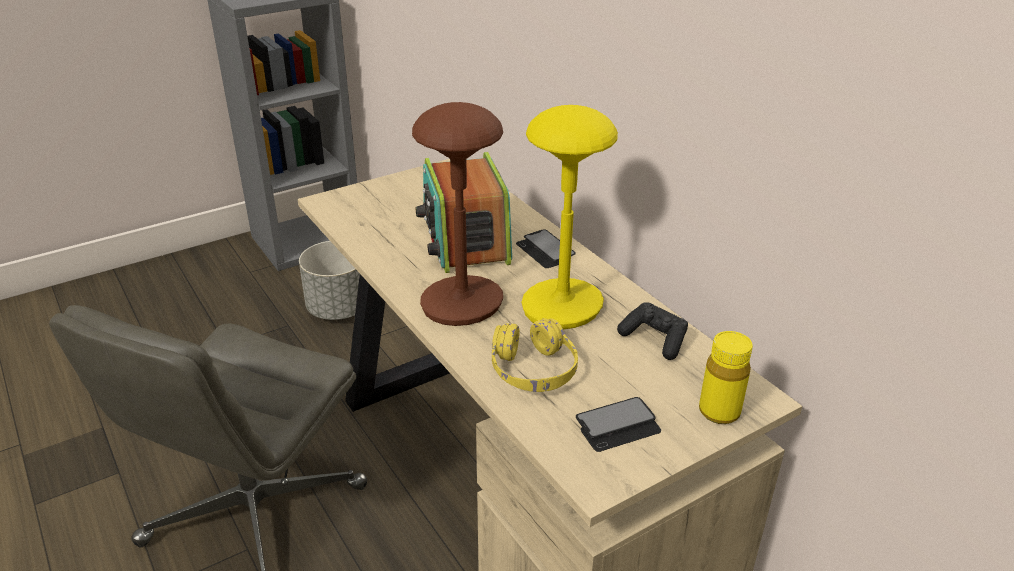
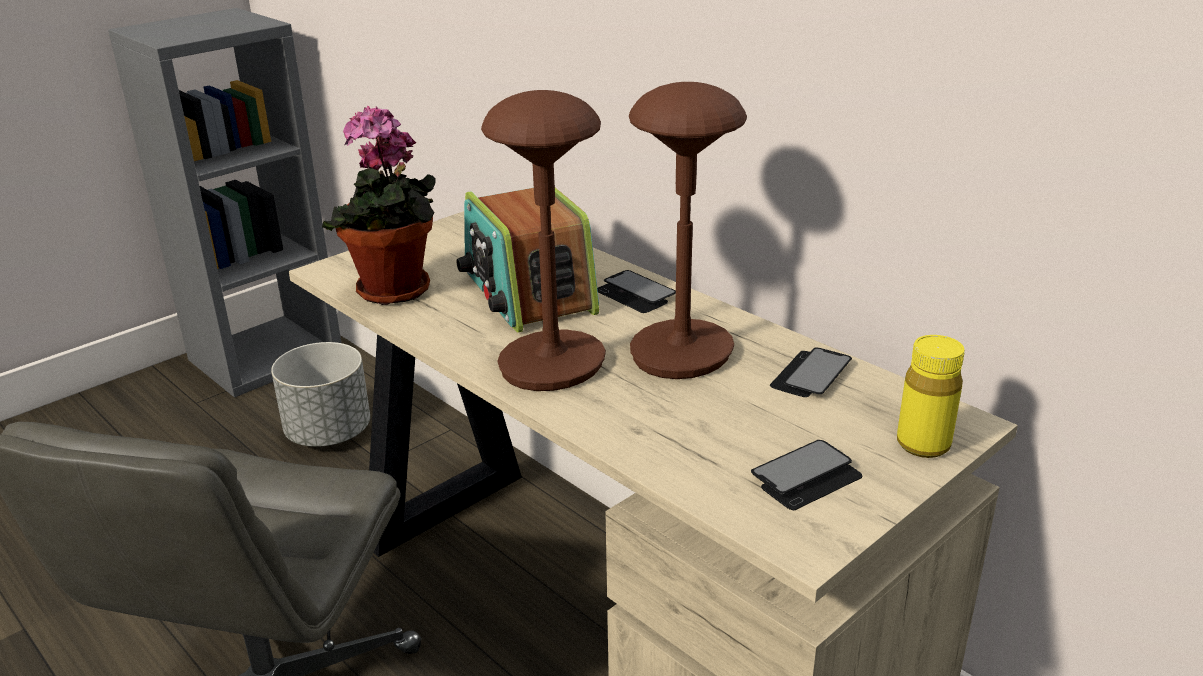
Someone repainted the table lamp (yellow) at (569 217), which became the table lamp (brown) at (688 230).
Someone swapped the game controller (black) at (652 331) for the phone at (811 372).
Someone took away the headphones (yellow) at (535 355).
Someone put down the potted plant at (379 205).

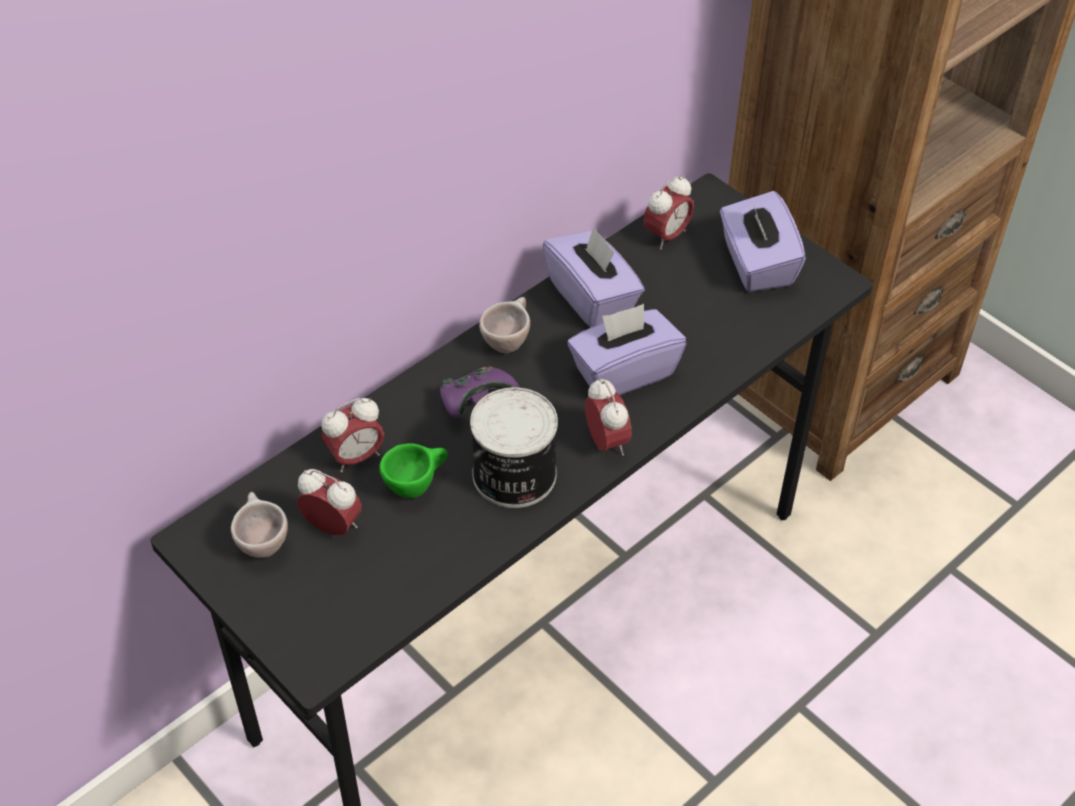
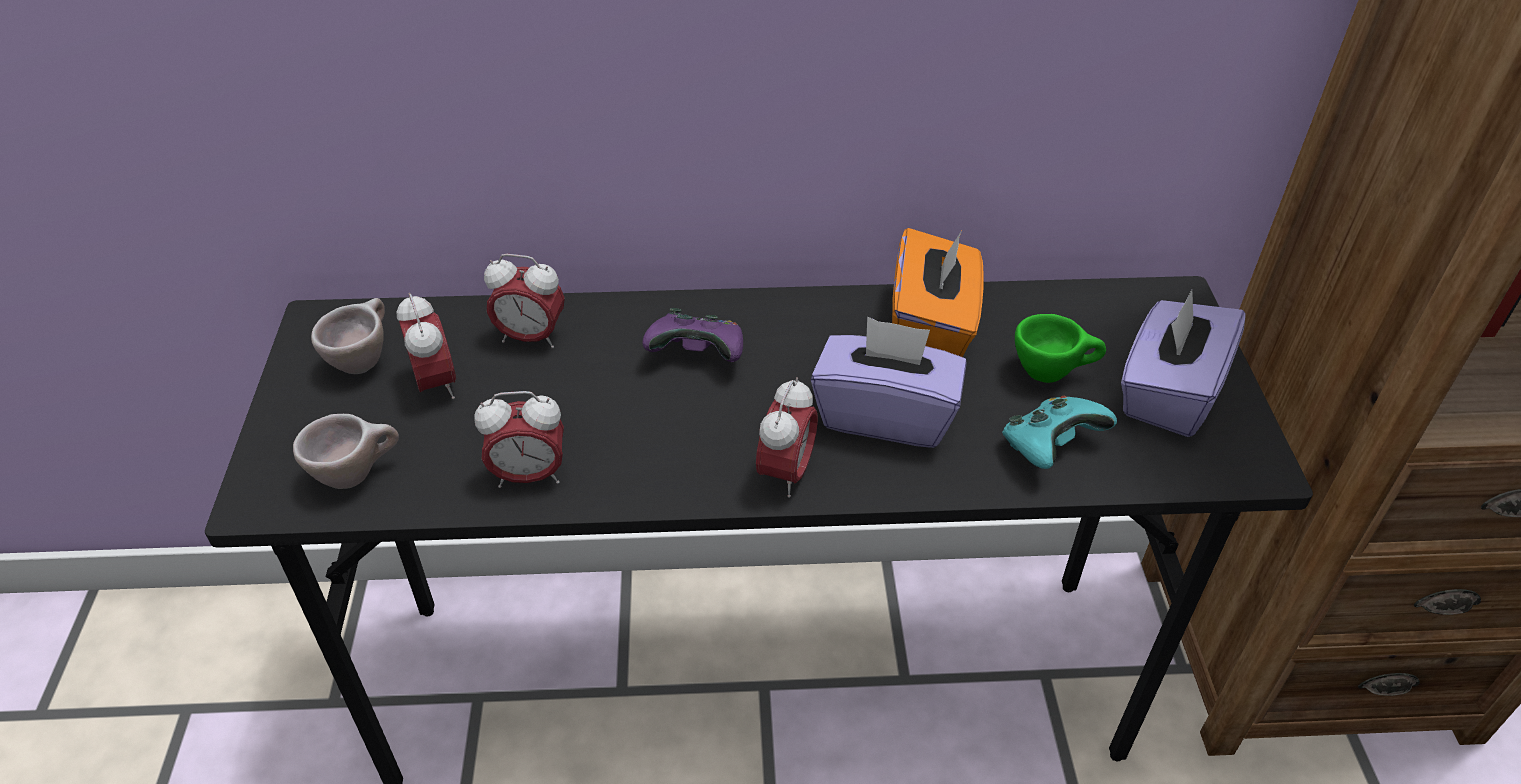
Someone carried the alarm clock from (668 212) to (519 439).
Someone repainted the tissue box (purple) at (593 277), which became the tissue box (orange) at (938 292).
Someone carried the cup (beige) from (504 325) to (346 451).
Someone took away the can at (514 447).
Someone carried the cup (green) from (413 470) to (1060 348).
Someone put down the game controller (turquoise) at (1059 432).

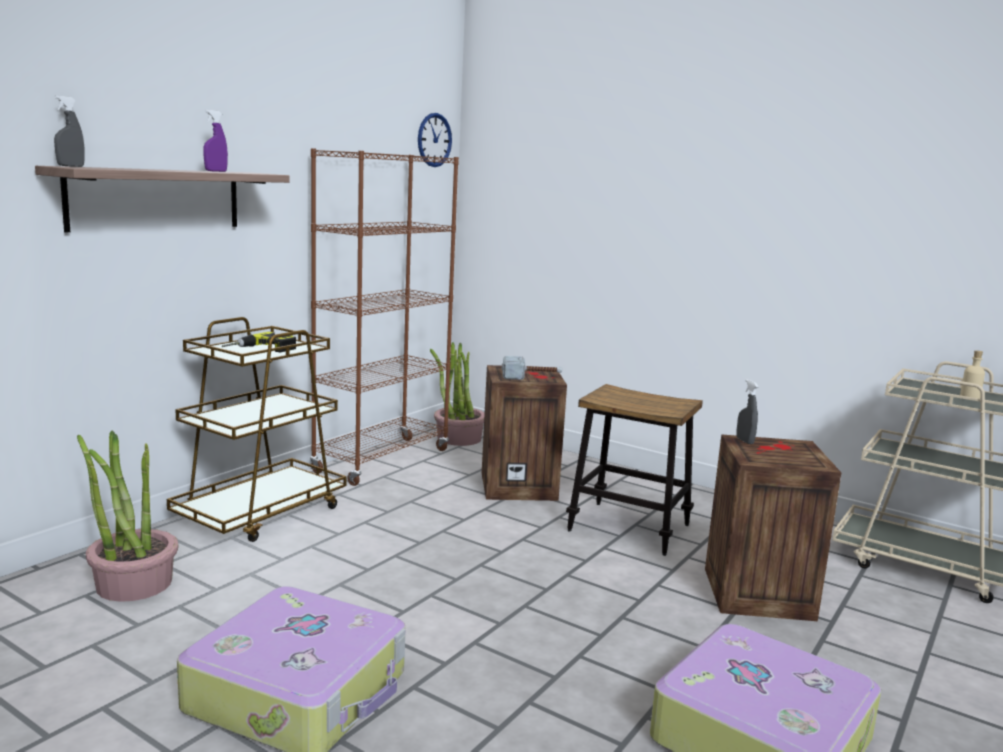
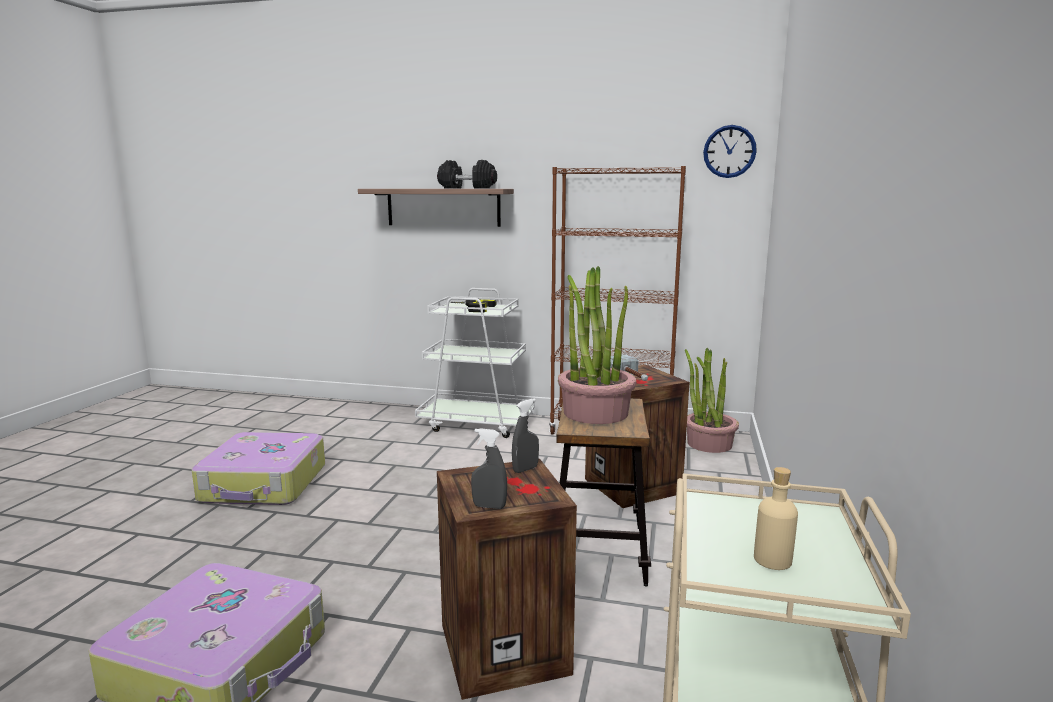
Someone carried the spray bottle (grey) from (69 131) to (489 468).
Someone swapped the spray bottle (purple) at (215 141) for the dumbbell (black) at (467 174).
Someone repainted the cart (brown) at (257 429), which became the cart (white) at (475 363).
Someone carried the potted plant from (128 516) to (597 345).

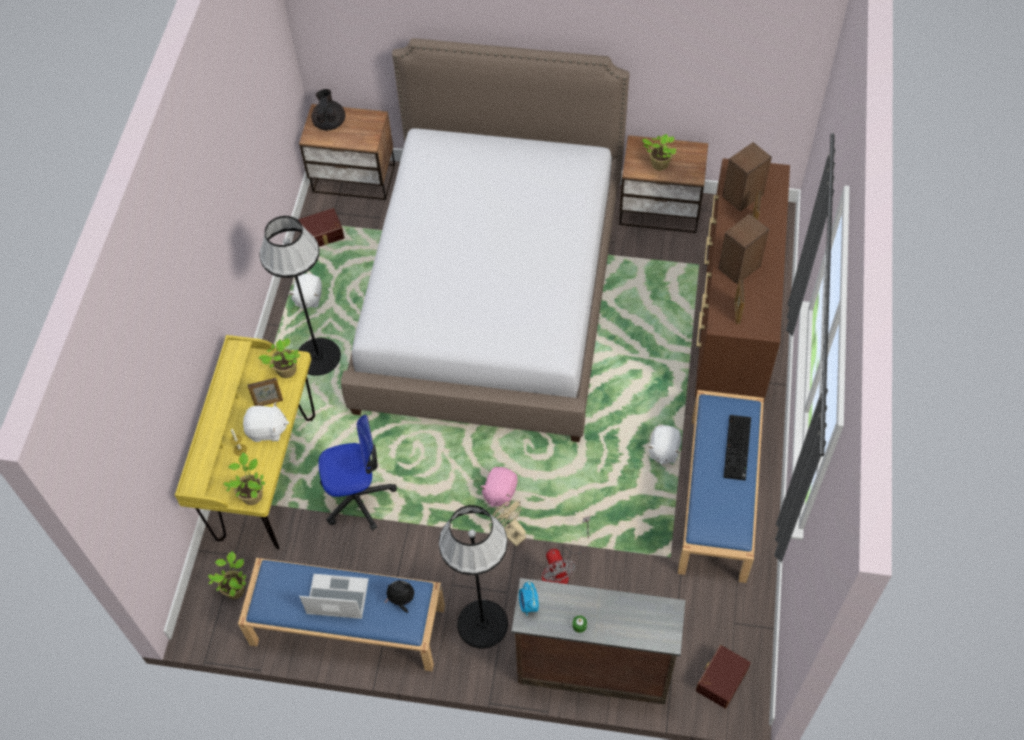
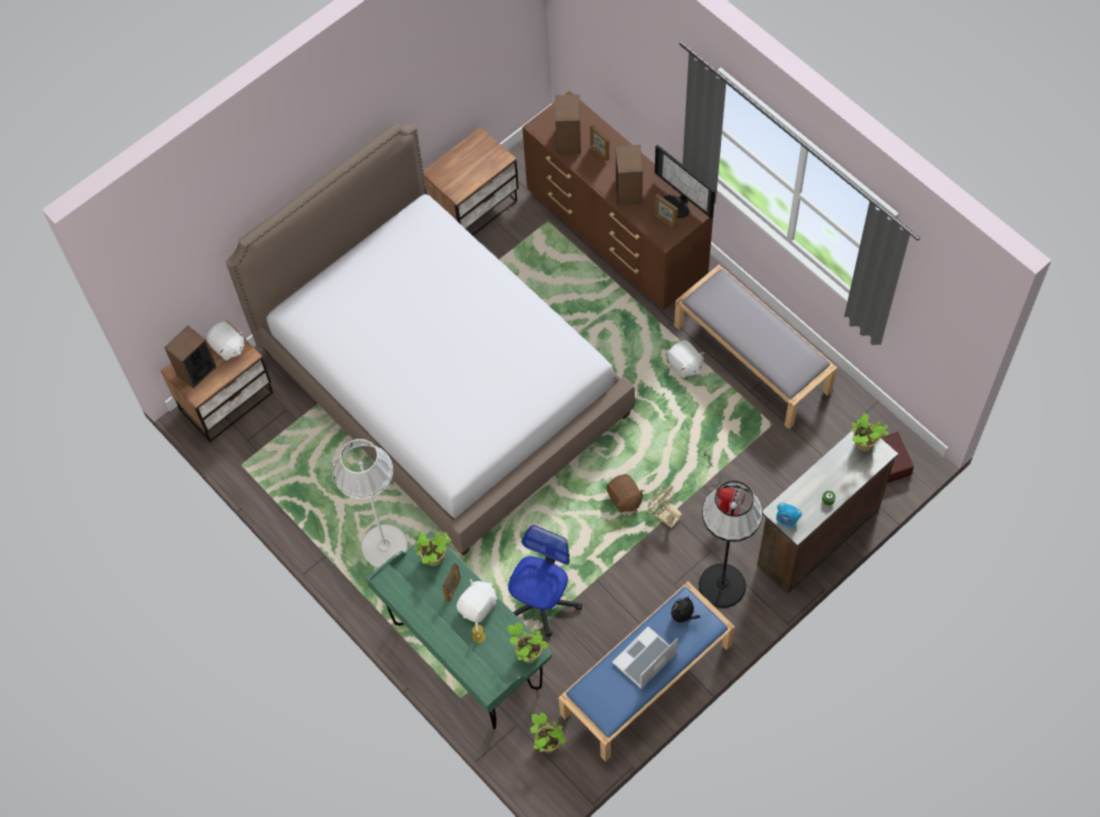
Someone swapped the teapot (black) at (328 109) for the speaker at (190 357).
Someone carried the potted plant from (659 152) to (869 432).
Someone took away the storage box (brown) at (321 227).
Someone repainted the floor lamp (black) at (300 296), which became the floor lamp (white) at (370 503).
Someone carried the plush toy (white) from (305 291) to (225 341).
Someone repainted the desk (yellow) at (245 442), which became the desk (green) at (459 630).
Someone repainted the bench (blue) at (721 486), which became the bench (grey) at (755 347).
Someone took away the keyboard at (737 447).
Someone repainted the plush toy (pink) at (499 487), which became the plush toy (brown) at (625 493).
Someone rotated the fan (beige) at (508 523) by 45 degrees clockwise.
Someone put down the monitor at (685 181).

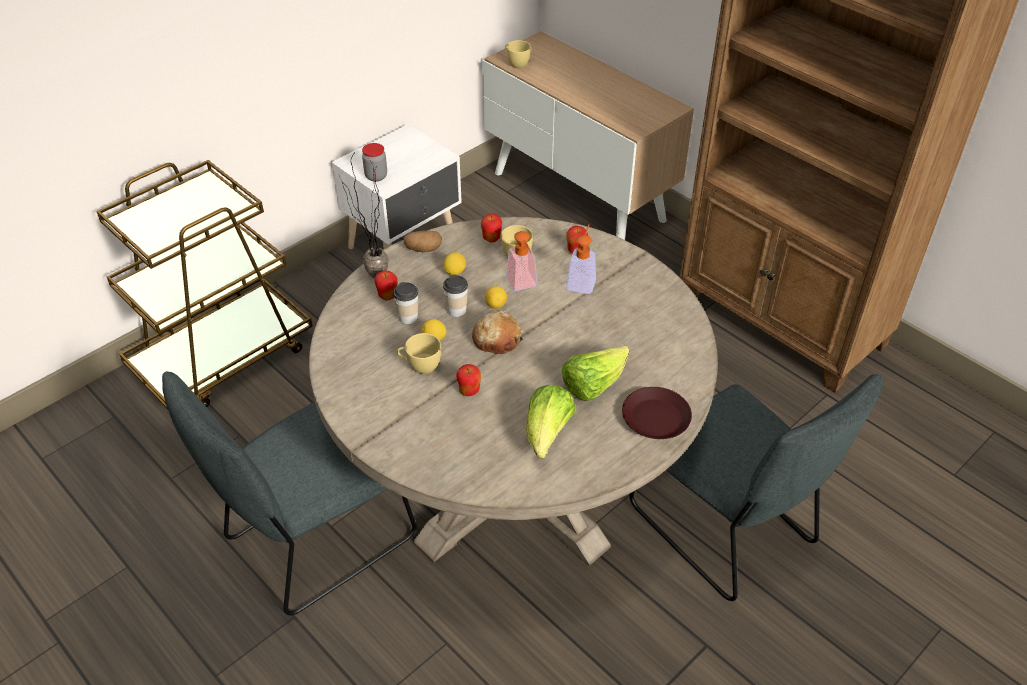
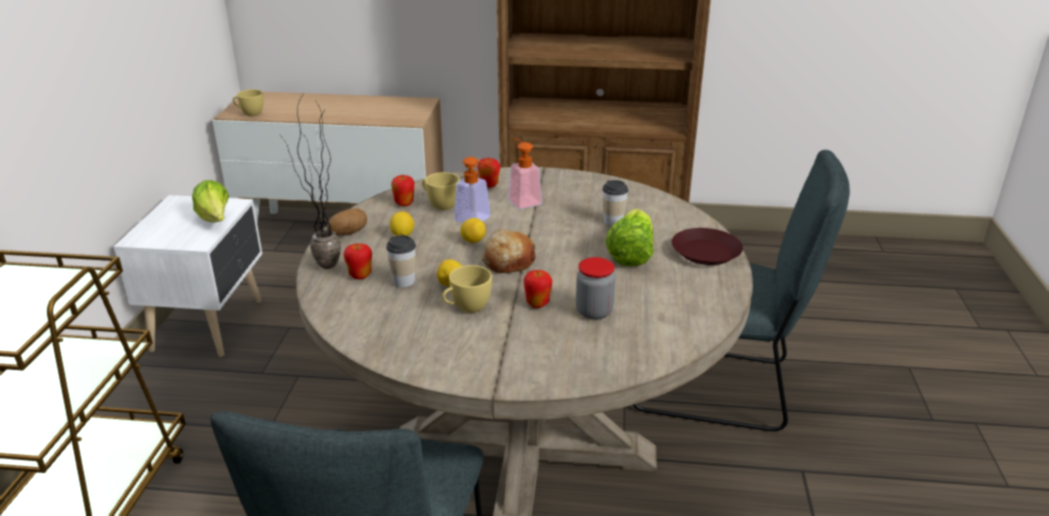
Someone carried the jar from (374 162) to (595 288).
Someone carried the cup from (455 296) to (615 203).
Someone carried the lettuce from (550 421) to (210 201).

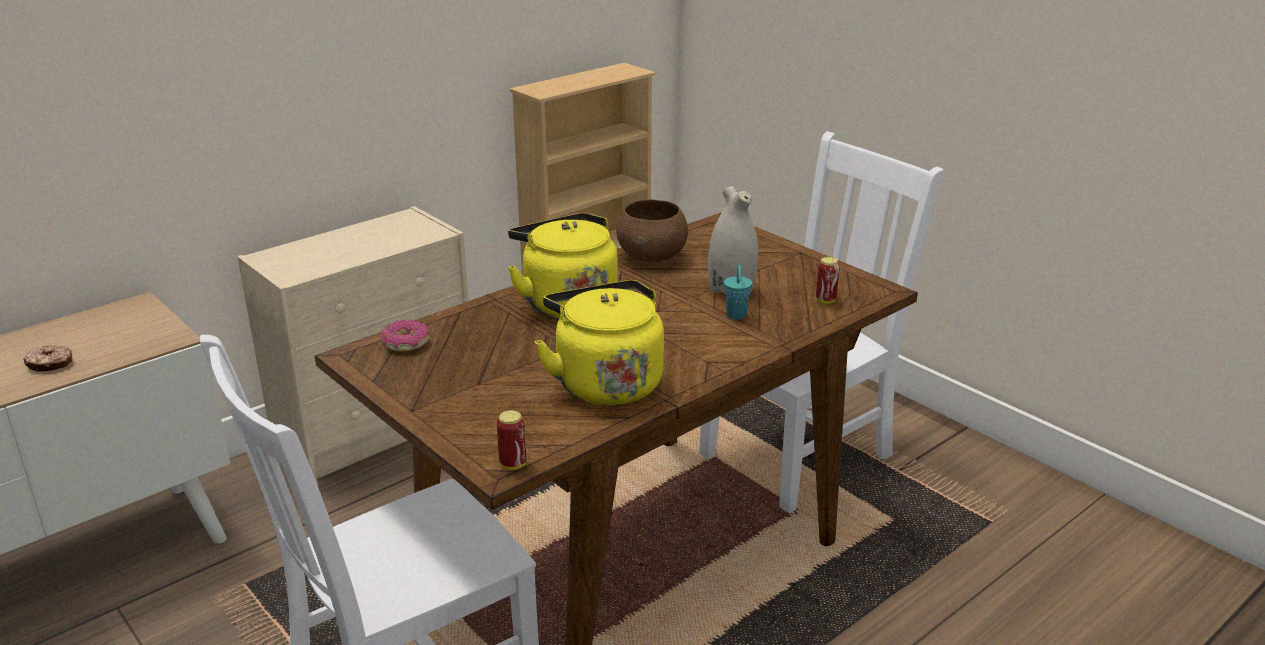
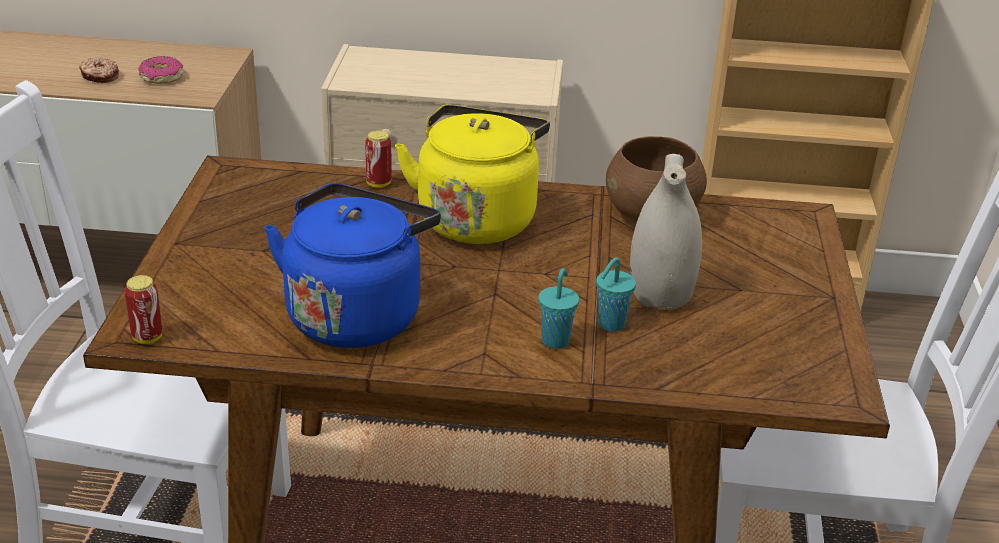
Someone carried the can from (828 280) to (378 159).
Someone repainted the kettle (yellow) at (599 343), which became the kettle (blue) at (352 265).
Someone carried the donut from (405 336) to (161 70).
Someone put down the cup (turquoise) at (558 308).

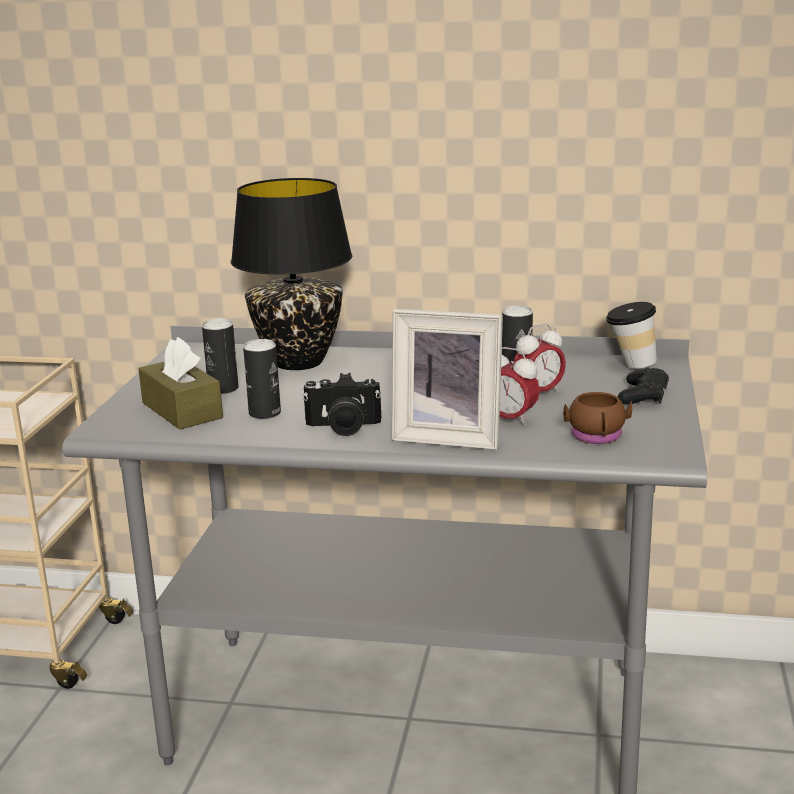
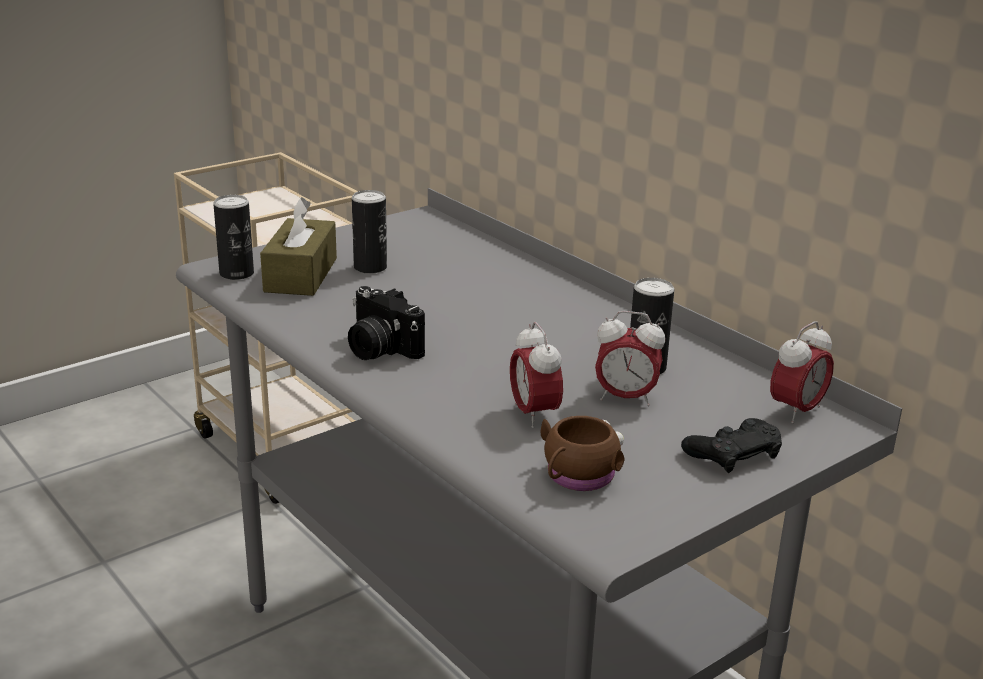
Someone took away the table lamp (black) at (291 274).
Someone swapped the cup at (631 335) for the alarm clock at (802 372).
Someone took away the picture frame at (447 379).
Someone carried the can from (262 379) to (233 237).

